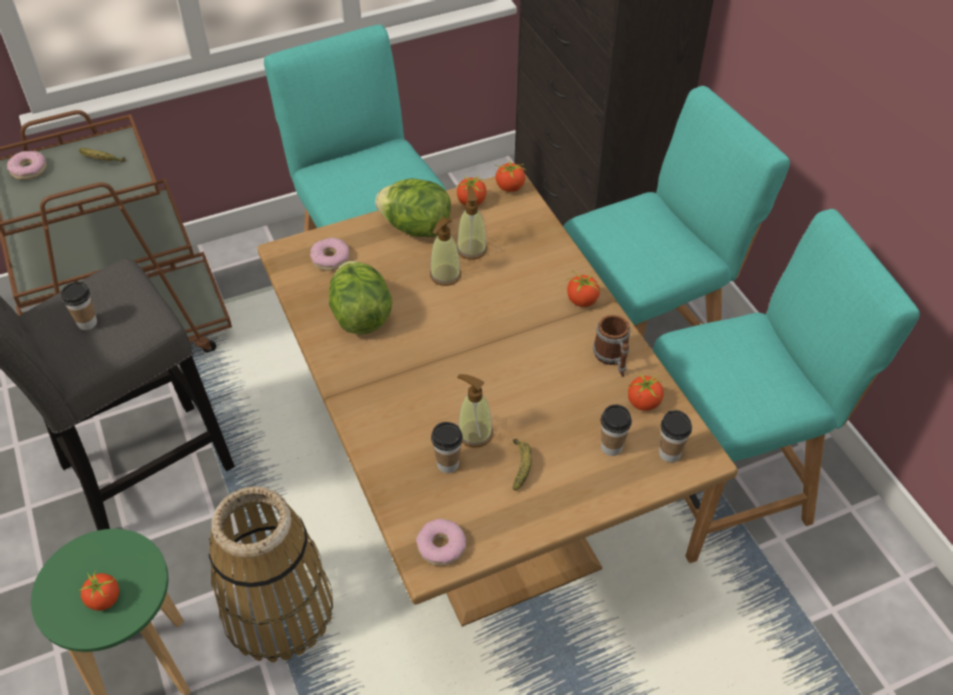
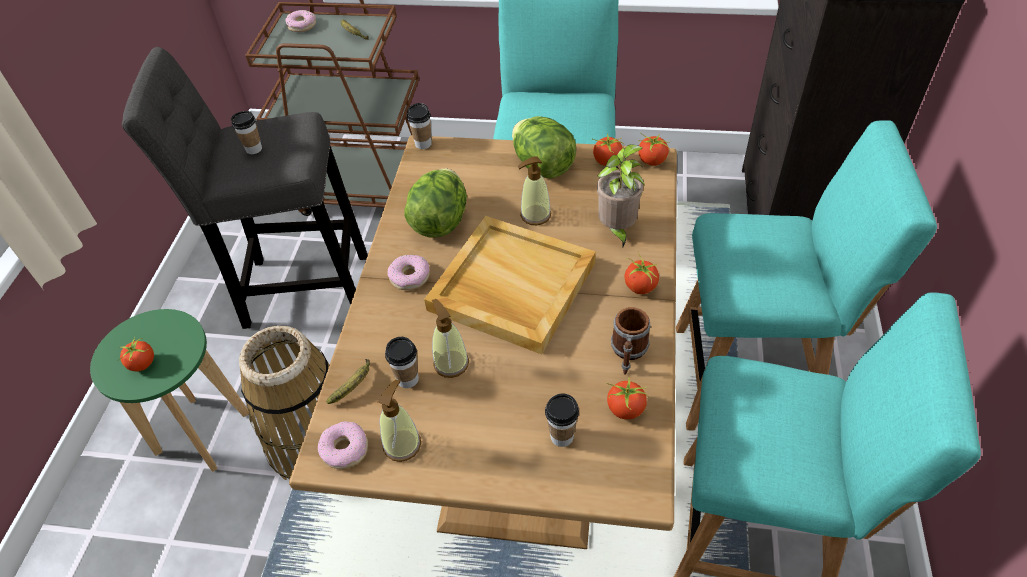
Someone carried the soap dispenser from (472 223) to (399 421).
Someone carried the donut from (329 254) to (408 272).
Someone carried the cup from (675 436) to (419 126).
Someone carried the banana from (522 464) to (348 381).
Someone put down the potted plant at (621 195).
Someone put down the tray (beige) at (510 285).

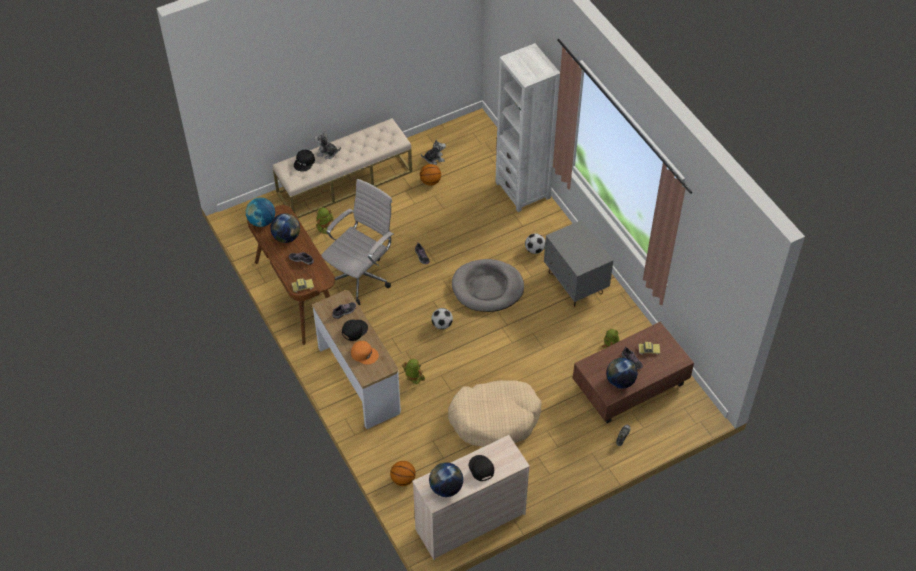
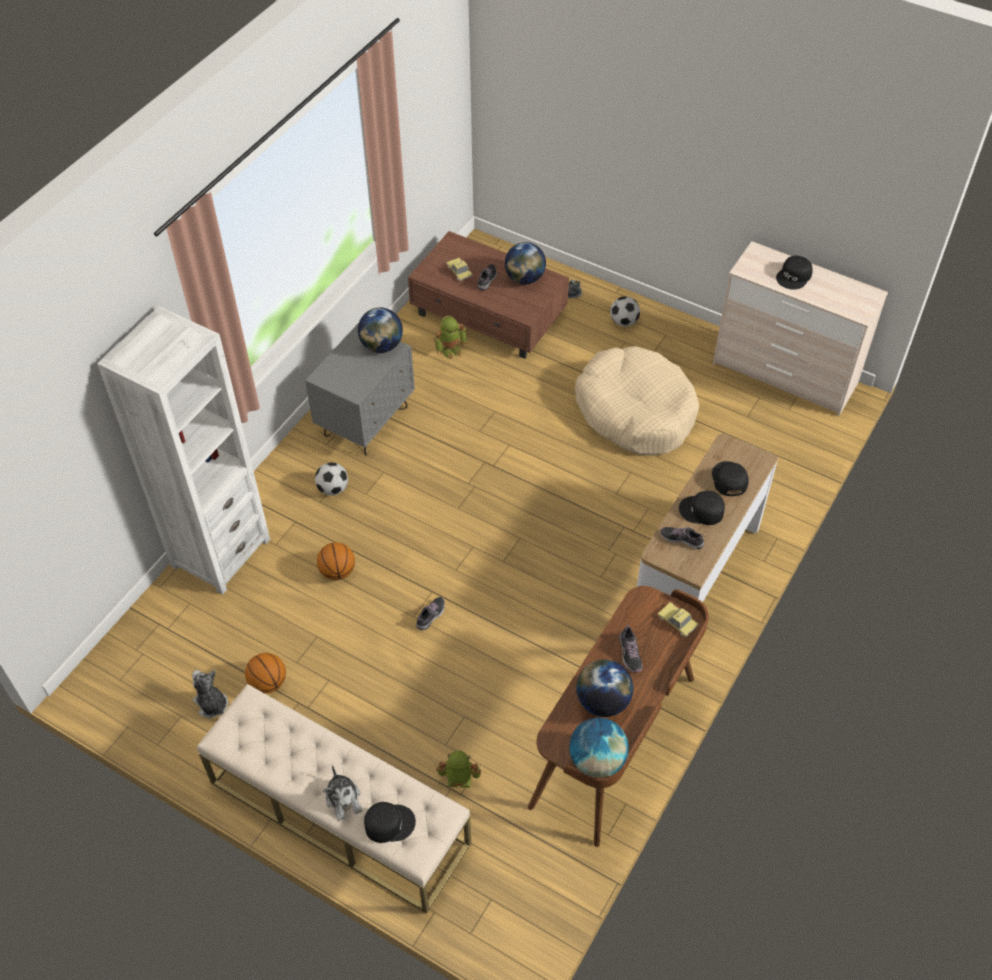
Someone took away the office chair (white) at (357 242).
Someone took away the dog bed (grey) at (488 285).
Someone carried the football from (442 318) to (625 311).
Someone repainted the cap (orange) at (365 353), which became the cap (black) at (730 478).
Someone took away the toy robot at (413 372).
Someone carried the basketball from (403 473) to (336 561).
Someone carried the globe from (446 479) to (380 330).

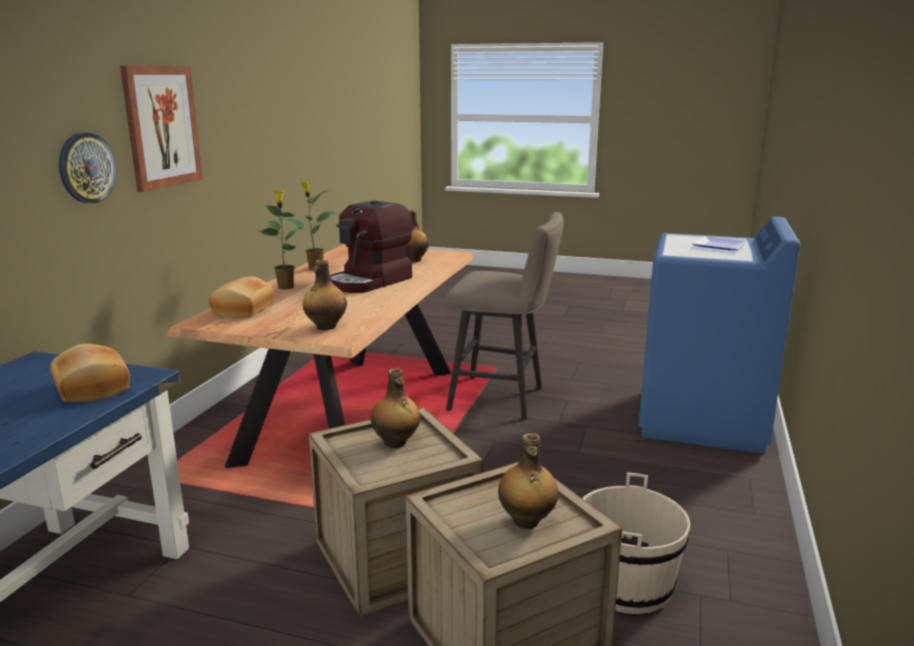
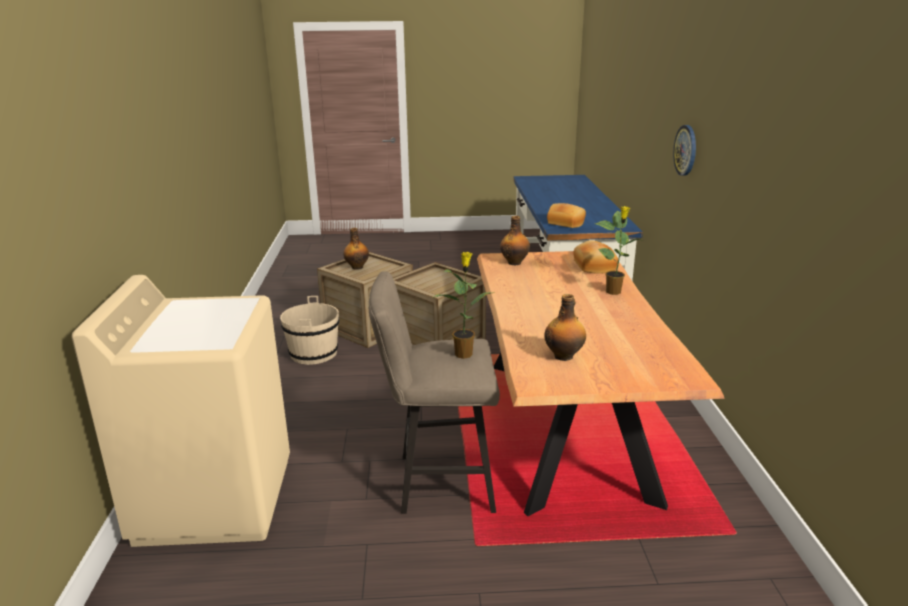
Someone took away the picture at (161 129).
Someone carried the potted plant from (310 225) to (465 305).
Someone took away the coffee machine at (371 246).
Someone repainted the washing machine (blue) at (719 335), which became the washing machine (beige) at (181 411).
Someone took away the plate at (720 243).
Someone took away the bottle at (396 408).

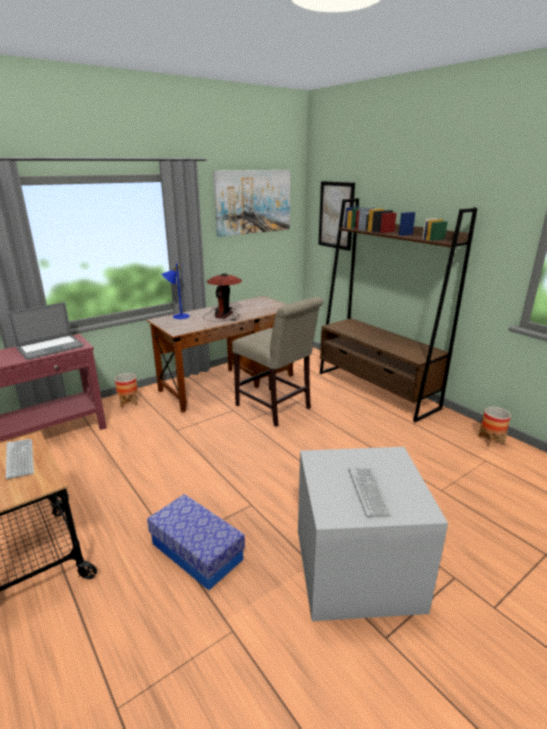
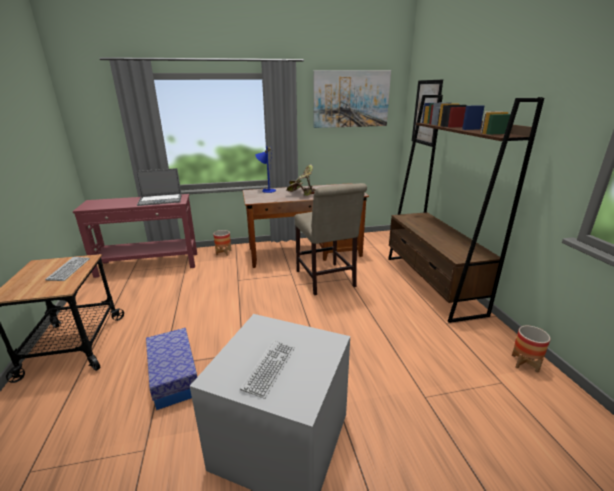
Someone swapped the table lamp at (222 298) for the potted plant at (301 180).

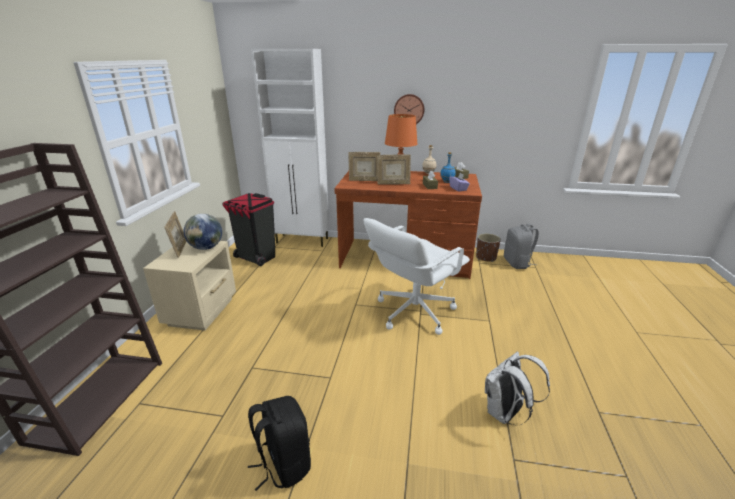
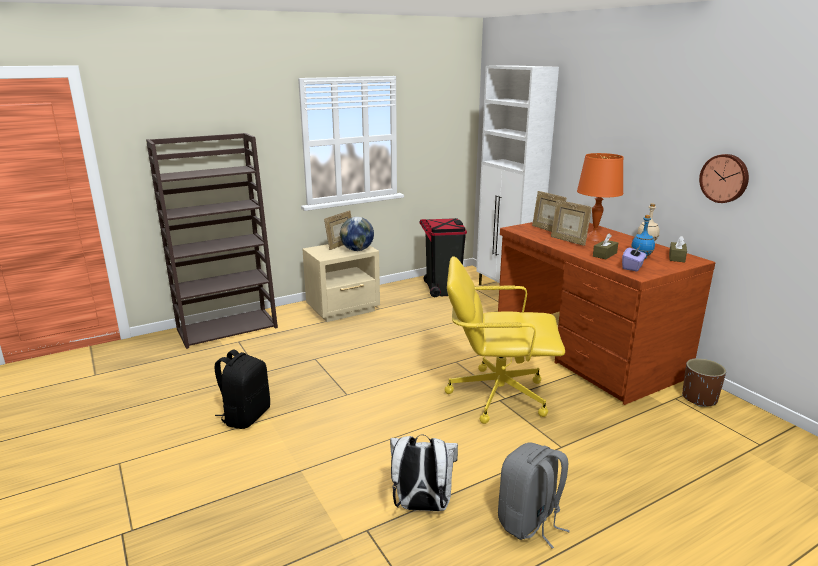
Someone carried the wall clock from (409 109) to (724 178).
Someone repainted the office chair (white) at (417 276), which became the office chair (yellow) at (505 340).
Someone carried the backpack (grey) from (521 246) to (534 495).

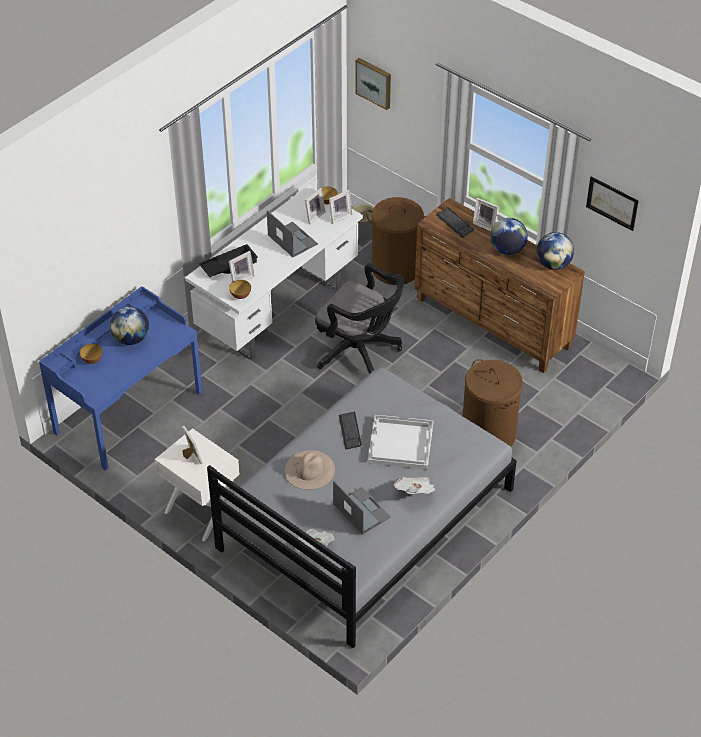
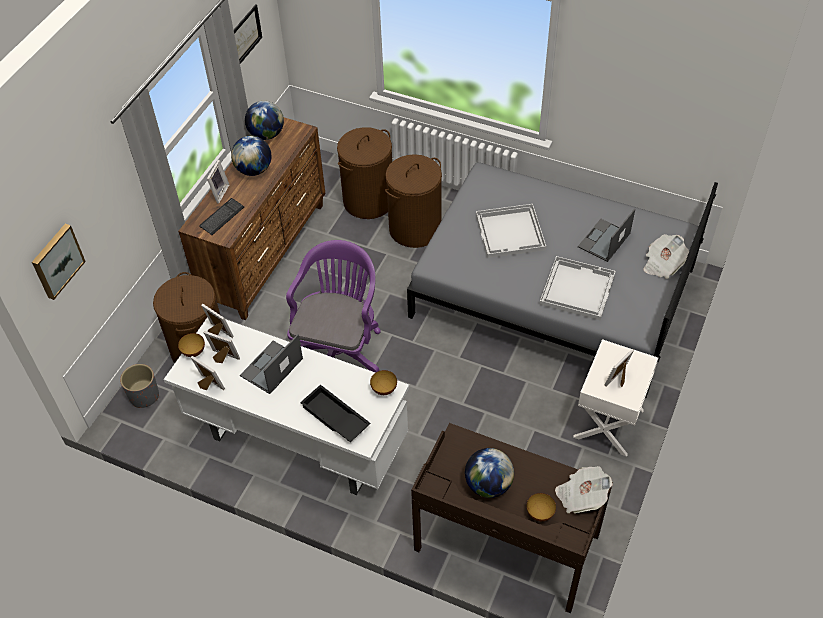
Someone carried the picture frame from (242 266) to (207 373).
Someone repainted the office chair (black) at (359 318), which became the office chair (purple) at (333 306).
Someone repainted the desk (blue) at (121 378), which became the desk (brown) at (512 518).
Someone took away the keyboard at (350 431).
Someone swapped the hat (beige) at (310 469) for the tray (white) at (577 288).
Someone carried the newspaper from (415 485) to (584 489).
Someone put down the laundry basket (brown) at (364 173).

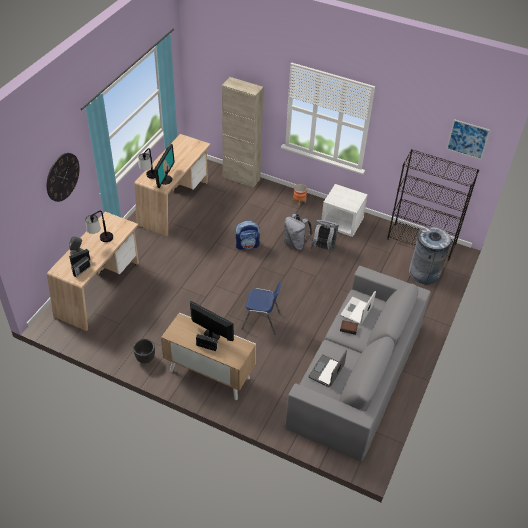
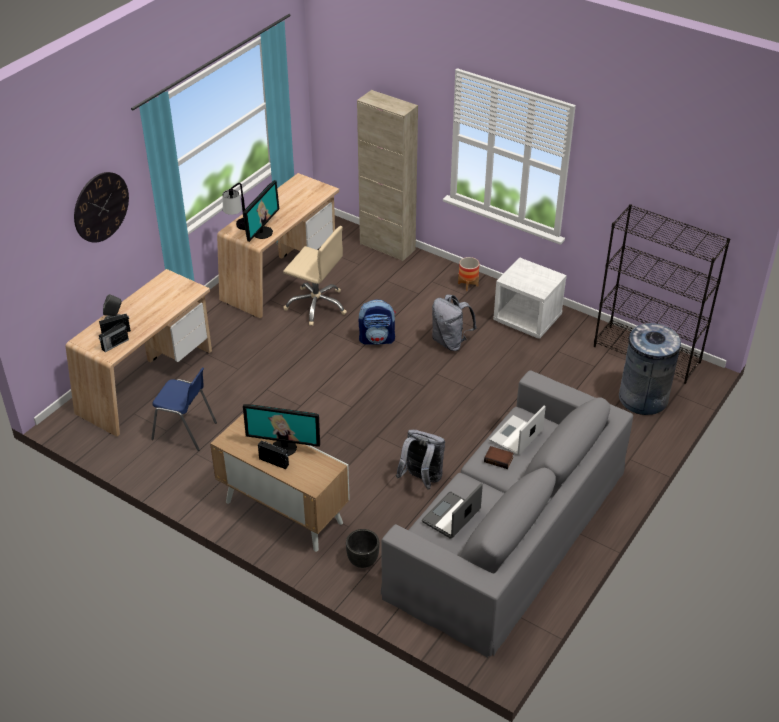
Someone took away the picture at (468 139).
Someone took away the table lamp at (99 226).
Someone carried the backpack (grey) from (325 237) to (420 460).
Someone carried the chair (blue) from (261 308) to (184 409).
Someone rotated the monitor at (212 321) by 150 degrees clockwise.
Someone carried the planter (black) from (144 351) to (362 548).
Someone put down the office chair (beige) at (315 276).

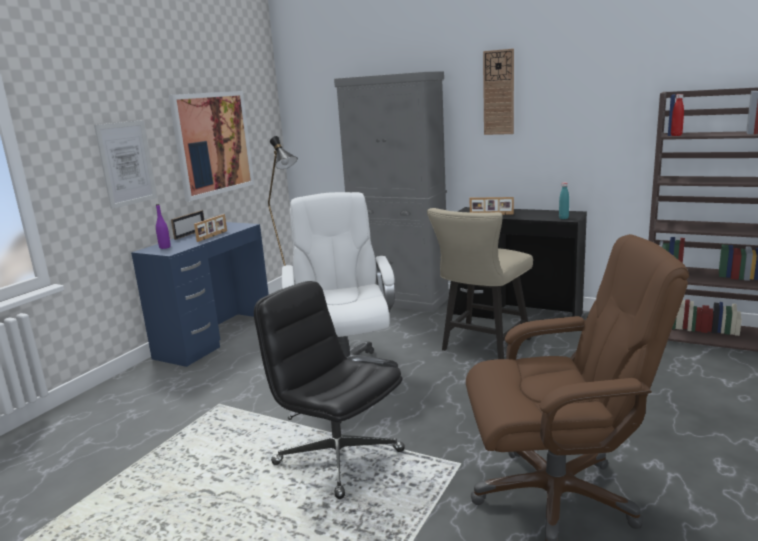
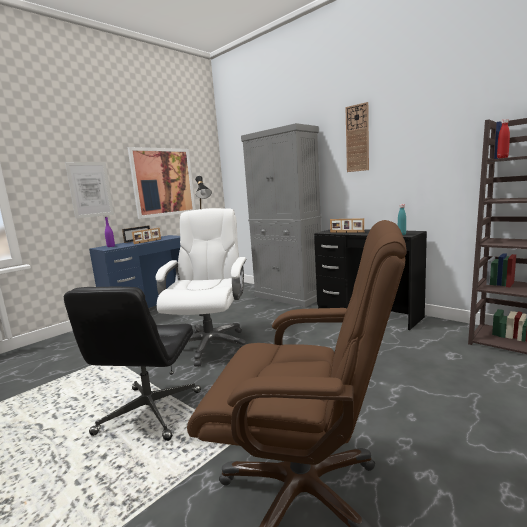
Someone took away the chair (beige) at (480 283).
Someone rotated the office chair (black) at (329 390) by 135 degrees counterclockwise.

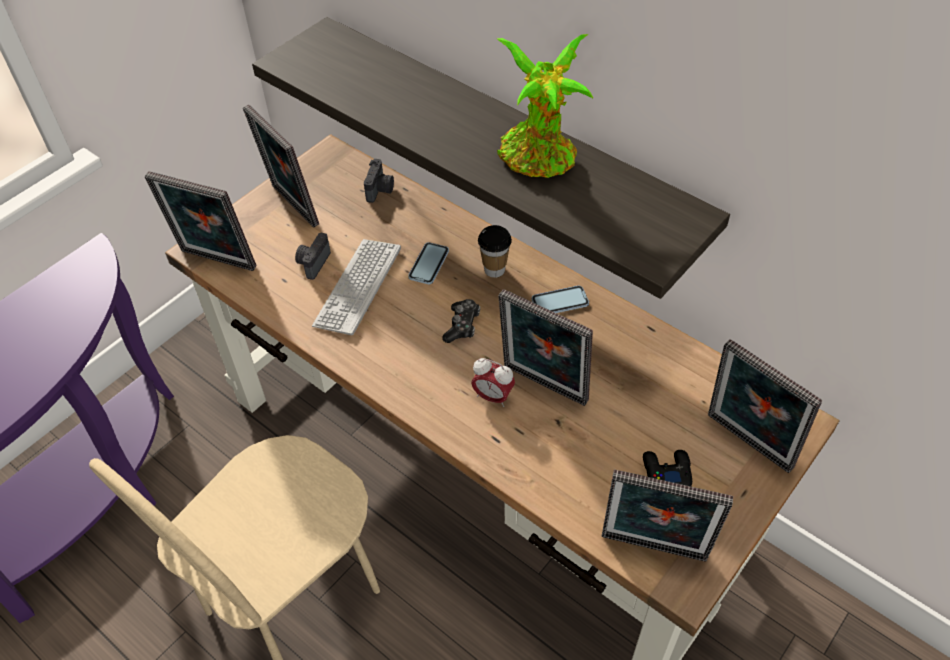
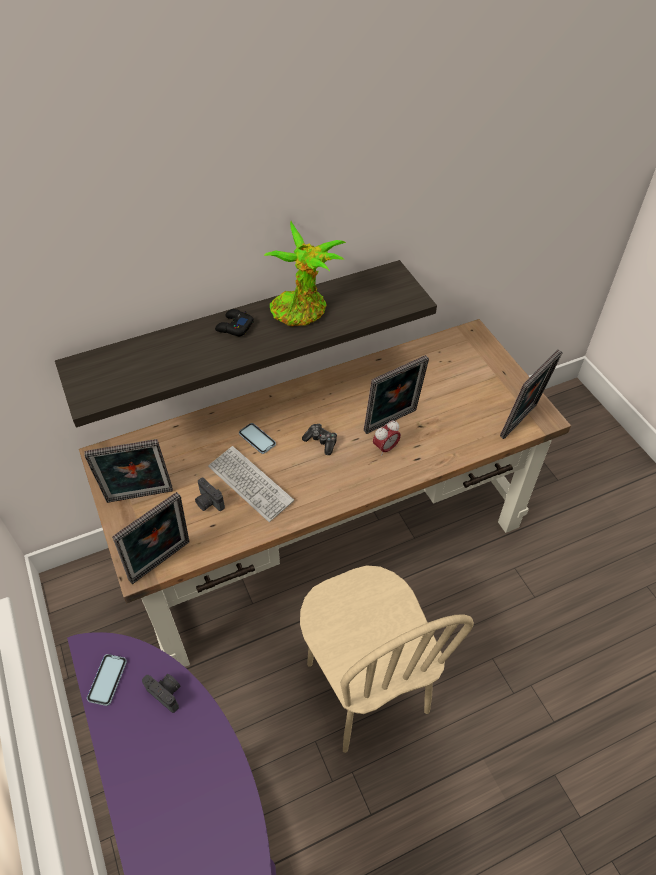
Someone carried the photo camera from (379 181) to (161 693).
Someone took away the cup at (495 251).
Someone carried the phone from (560 299) to (107 680).
Someone took away the picture frame at (765 406).
Someone carried the game controller (black) from (667 468) to (234 322).

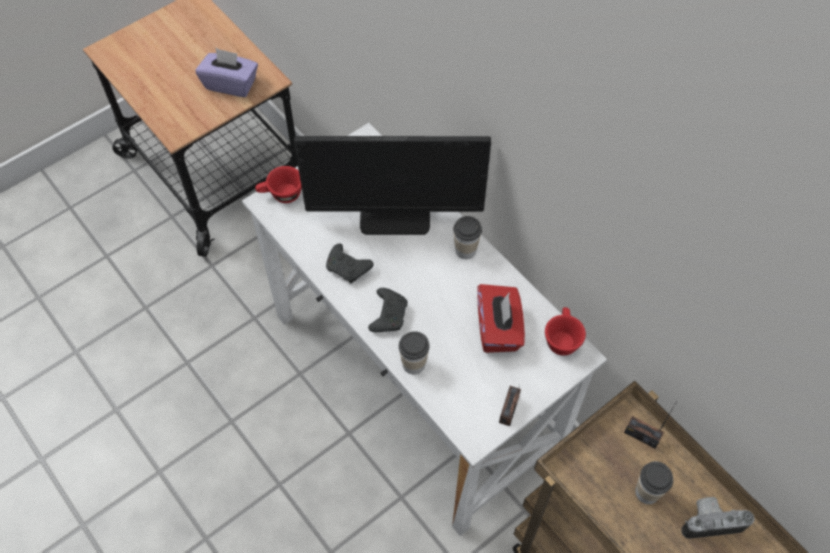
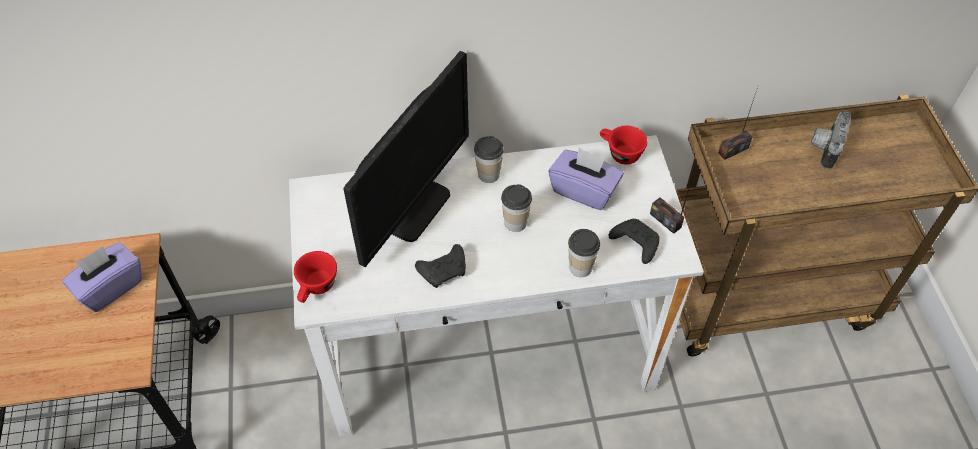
Someone repainted the tissue box (red) at (501 318), which became the tissue box (purple) at (586 178).
Someone carried the game controller (black) from (388 310) to (634 241).
Someone carried the cup from (654 482) to (516 208).

